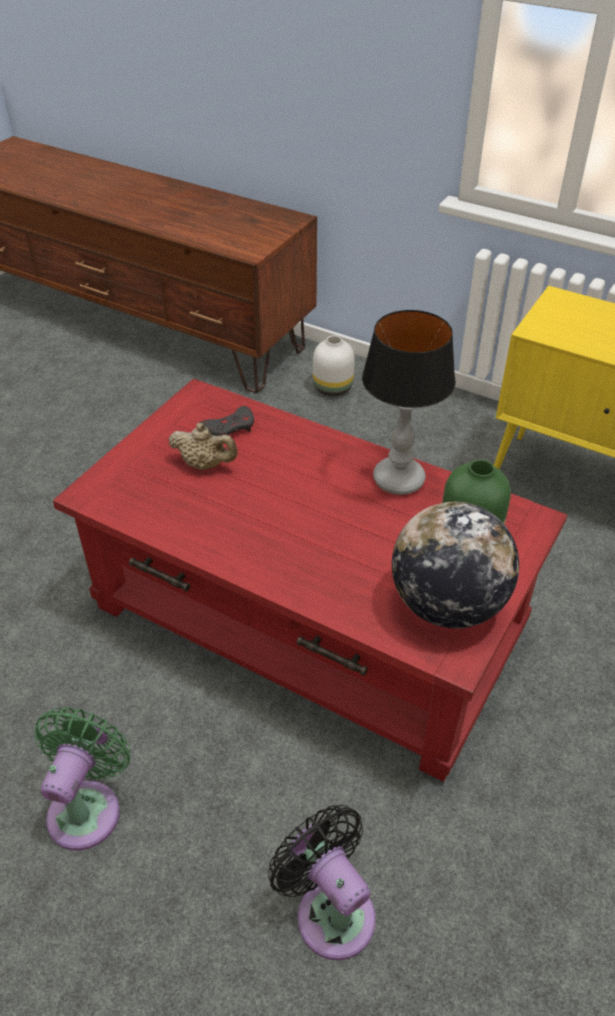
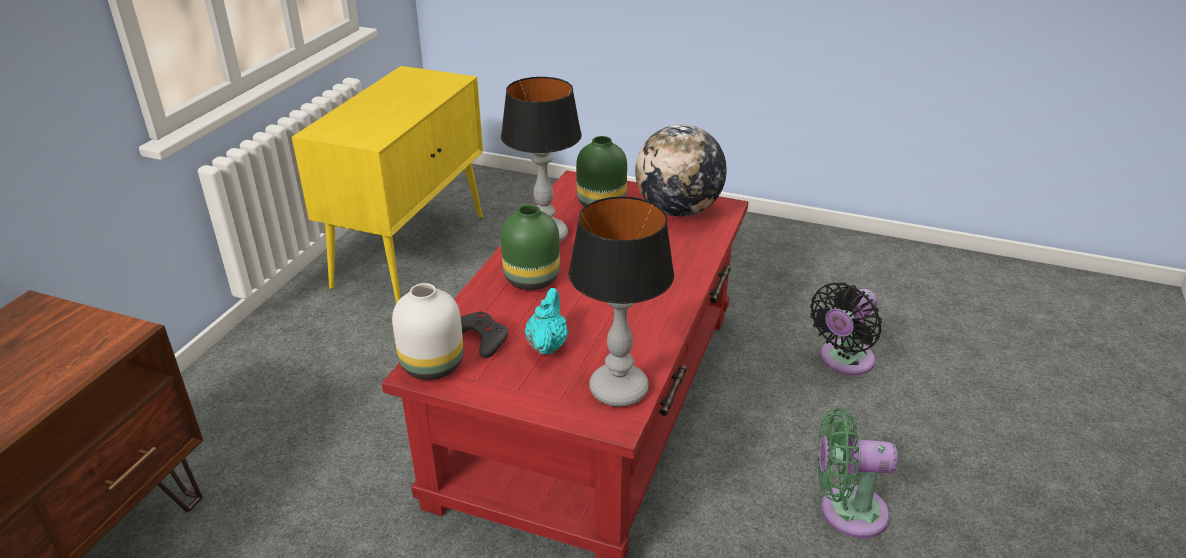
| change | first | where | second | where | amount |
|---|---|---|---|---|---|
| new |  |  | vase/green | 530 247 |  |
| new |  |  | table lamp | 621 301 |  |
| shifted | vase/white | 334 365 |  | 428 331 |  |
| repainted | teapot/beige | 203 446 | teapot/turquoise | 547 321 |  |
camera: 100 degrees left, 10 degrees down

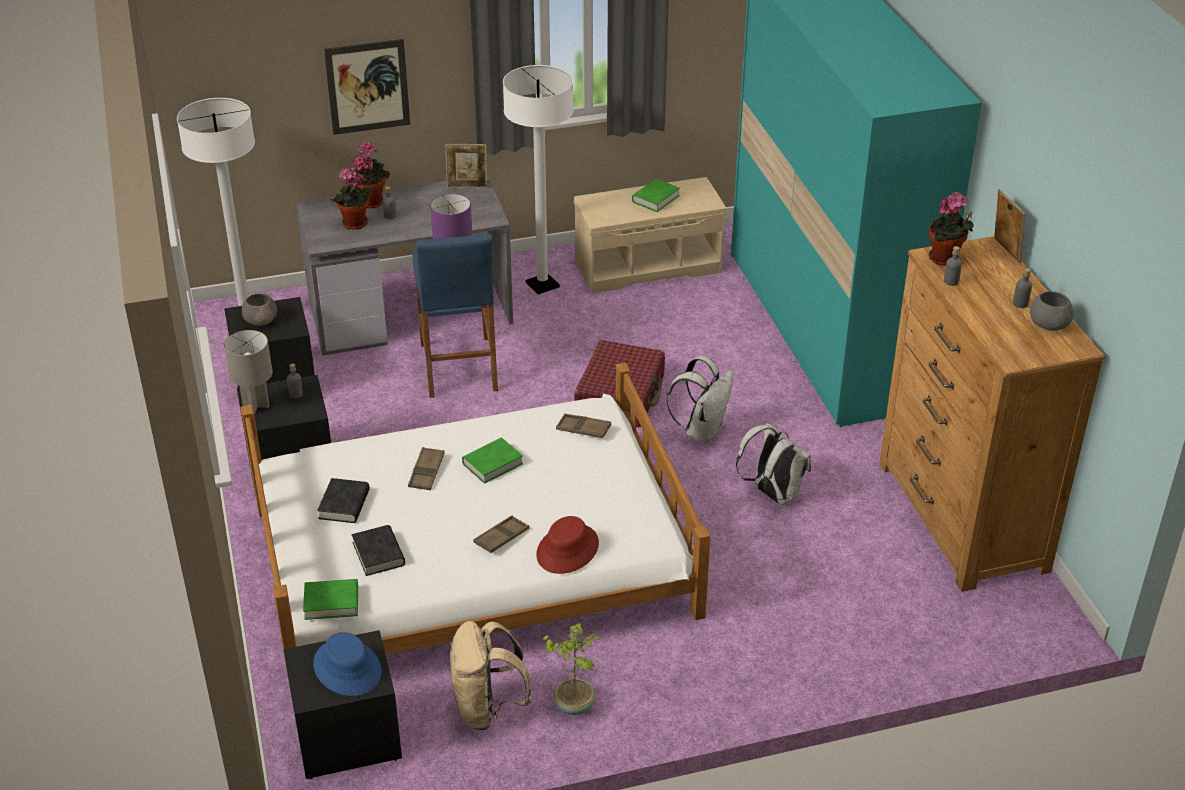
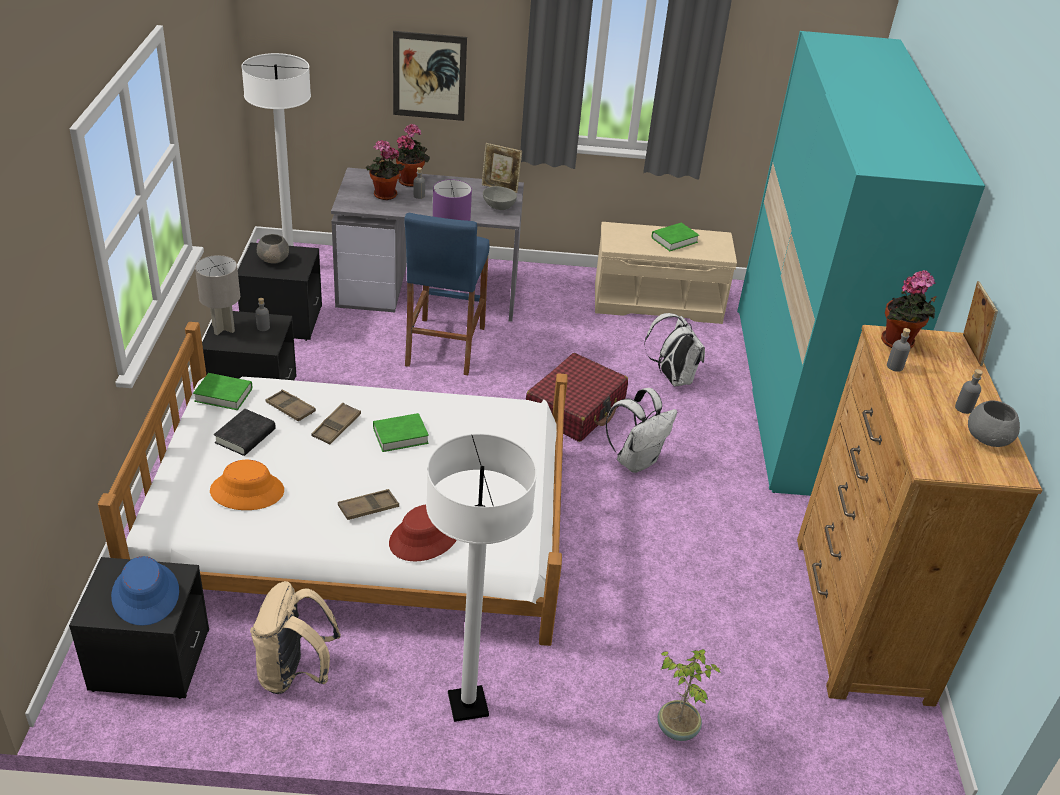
| change | first | where | second | where | amount |
|---|---|---|---|---|---|
| new |  |  | bowl/grey | 500 198 |  |
| shifted | book/green | 330 599 |  | 222 391 |  |
| shifted | floor lamp/white | 538 179 |  | 481 577 |  |
| shifted | potted plant | 571 668 |  | 689 695 |  |
| shifted | tray/brown | 583 425 |  | 290 405 |  |
| shifted | backpack/white | 773 464 |  | 674 349 |  |
| swapped | book/black | 378 550 | hat/orange | 247 485 |  |
camera: 15 degrees right, 0 degrees up

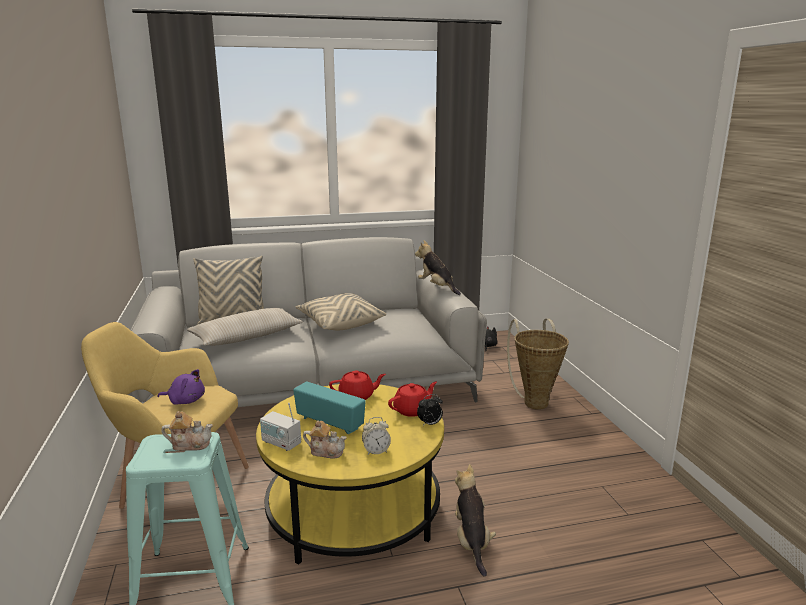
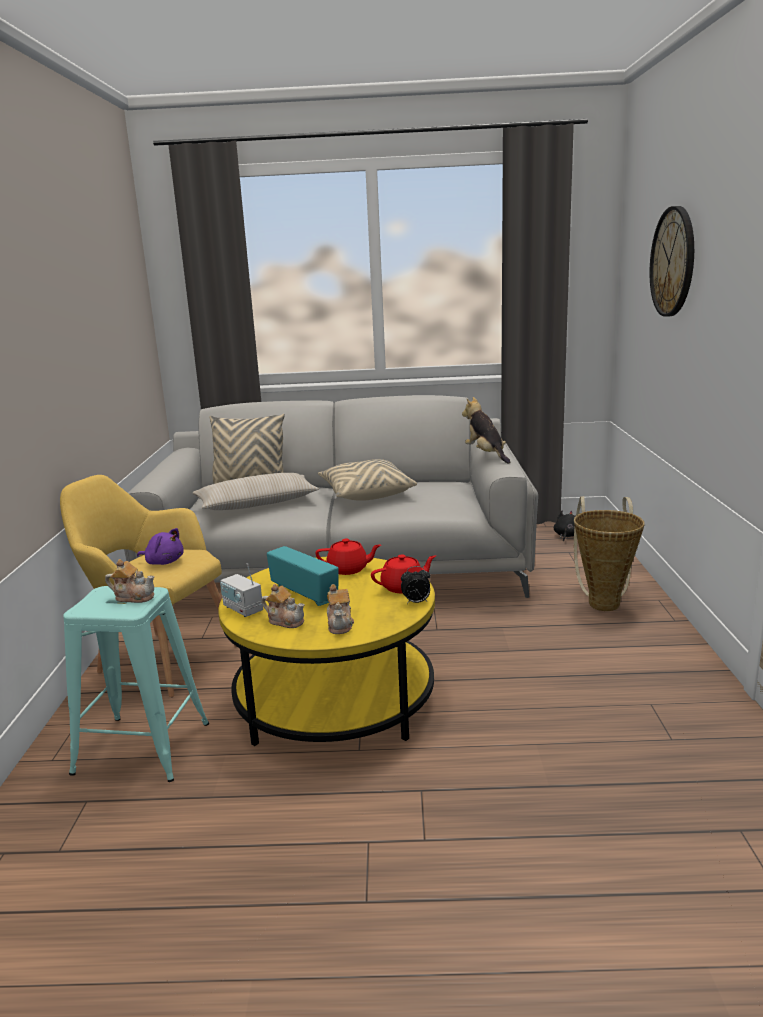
| change | first | where | second | where | amount |
|---|---|---|---|---|---|
| gone | plush toy | 475 520 |  |  |  |
| new |  |  | wall clock | 672 261 |  |
| swapped | alarm clock | 376 435 | teapot | 340 609 |  |
camera: 15 degrees right, 0 degrees up

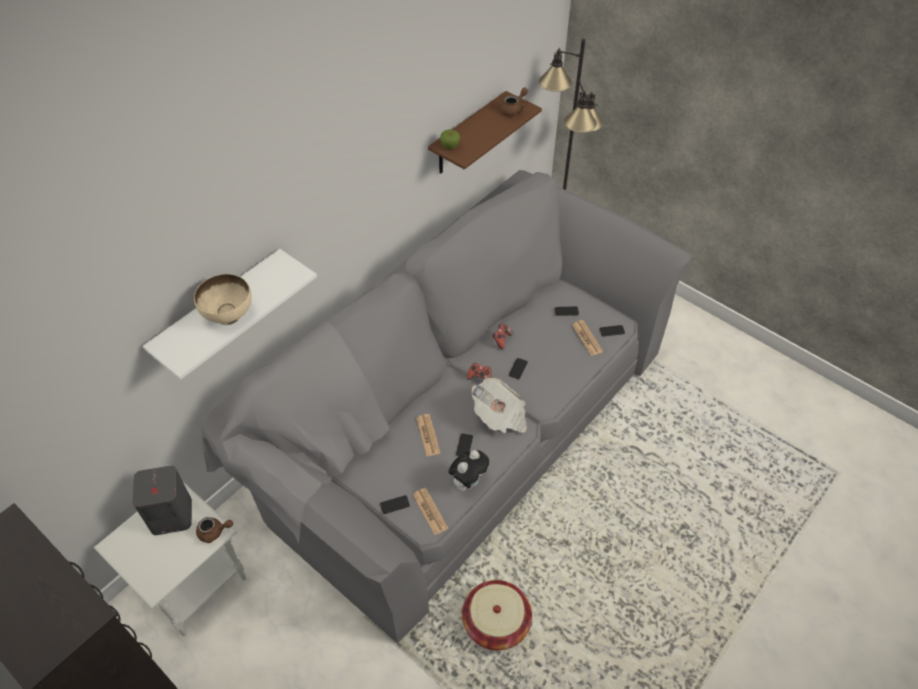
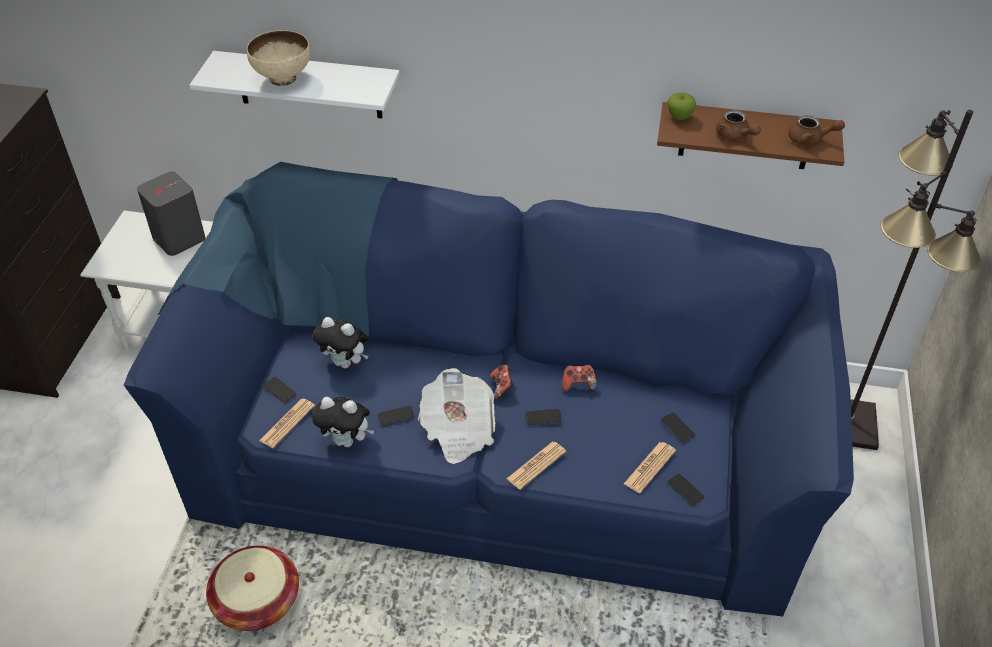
| change | first | where | second | where | amount |
|---|---|---|---|---|---|
| new |  |  | plush toy | 341 342 |  |
| shifted | teapot/brown | 214 530 |  | 738 125 |  |
| shifted | newspaper | 428 435 |  | 536 466 |  |
| repainted | sofa/grey | 447 407 | sofa/blue | 489 389 |  |
camera: 60 degrees right, 5 degrees down

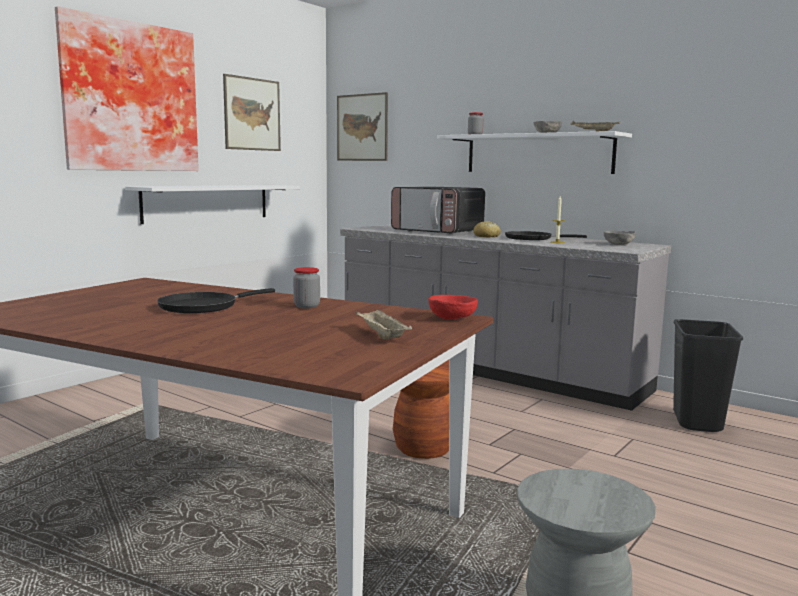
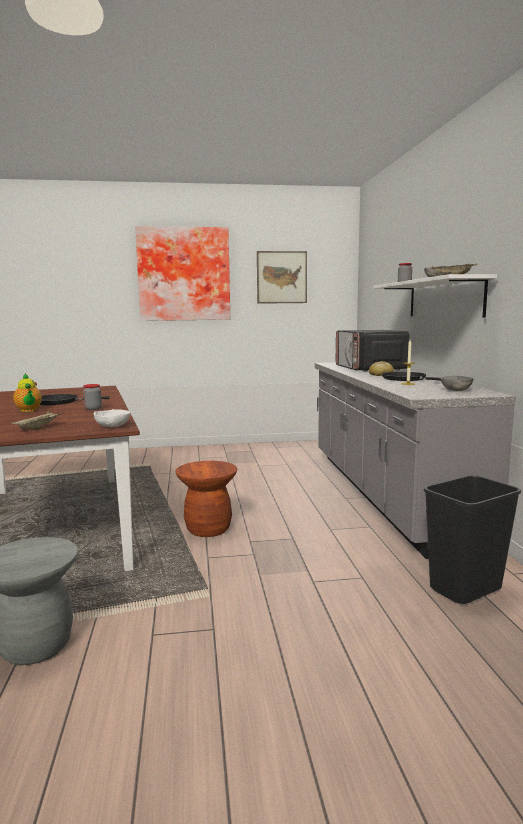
| change | first | where | second | where | amount |
|---|---|---|---|---|---|
| gone | shelf/white | 212 204 |  |  |  |
| gone | picture | 362 126 |  |  |  |
| new |  |  | teapot | 27 392 |  |
| repainted | bowl/red | 453 307 | bowl/white | 112 418 |  |
camera: 45 degrees right, 0 degrees up

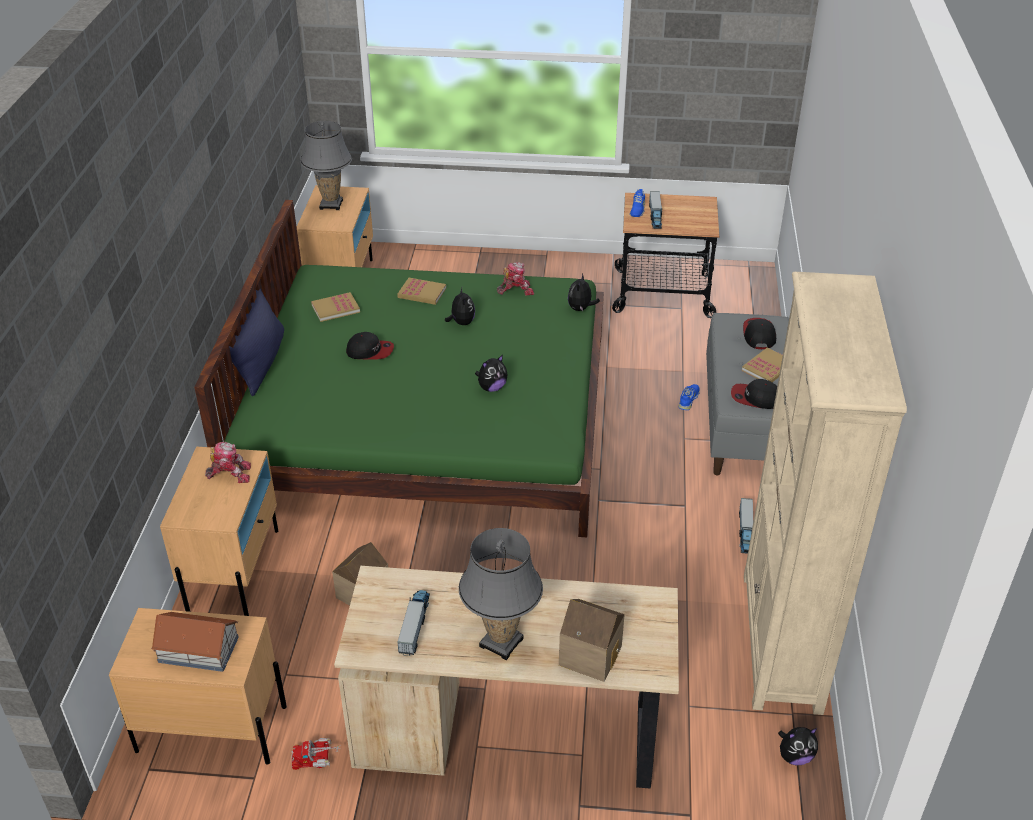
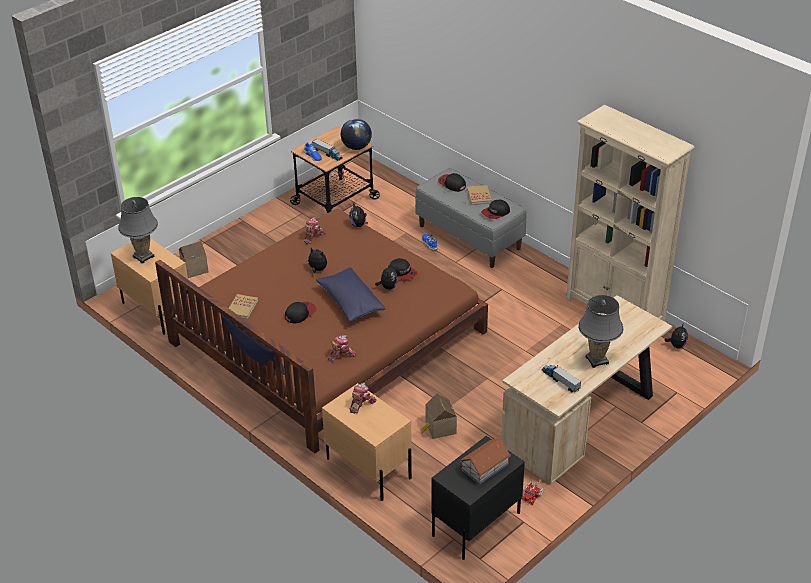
| change | first | where | second | where | amount |
|---|---|---|---|---|---|
| gone | book | 421 291 |  |  |  |
| gone | toy truck | 746 526 |  |  |  |
| new |  |  | pillow/blue | 350 294 |  |
| new |  |  | toy robot | 342 348 |  |
| new |  |  | globe | 356 134 |  |
| new |  |  | cap | 402 269 |  |
| shifted | toy house | 592 640 |  | 194 259 |  |
| repainted | nightstand/beige | 198 686 | nightstand/black | 478 498 |  |
| repainted | bed/green | 399 368 | bed/brown | 321 331 |  |
camera: 50 degrees left, 0 degrees up

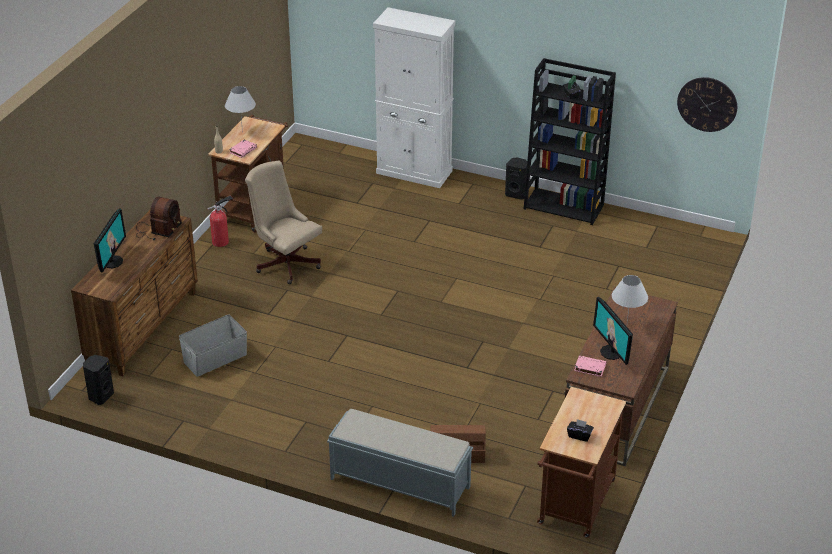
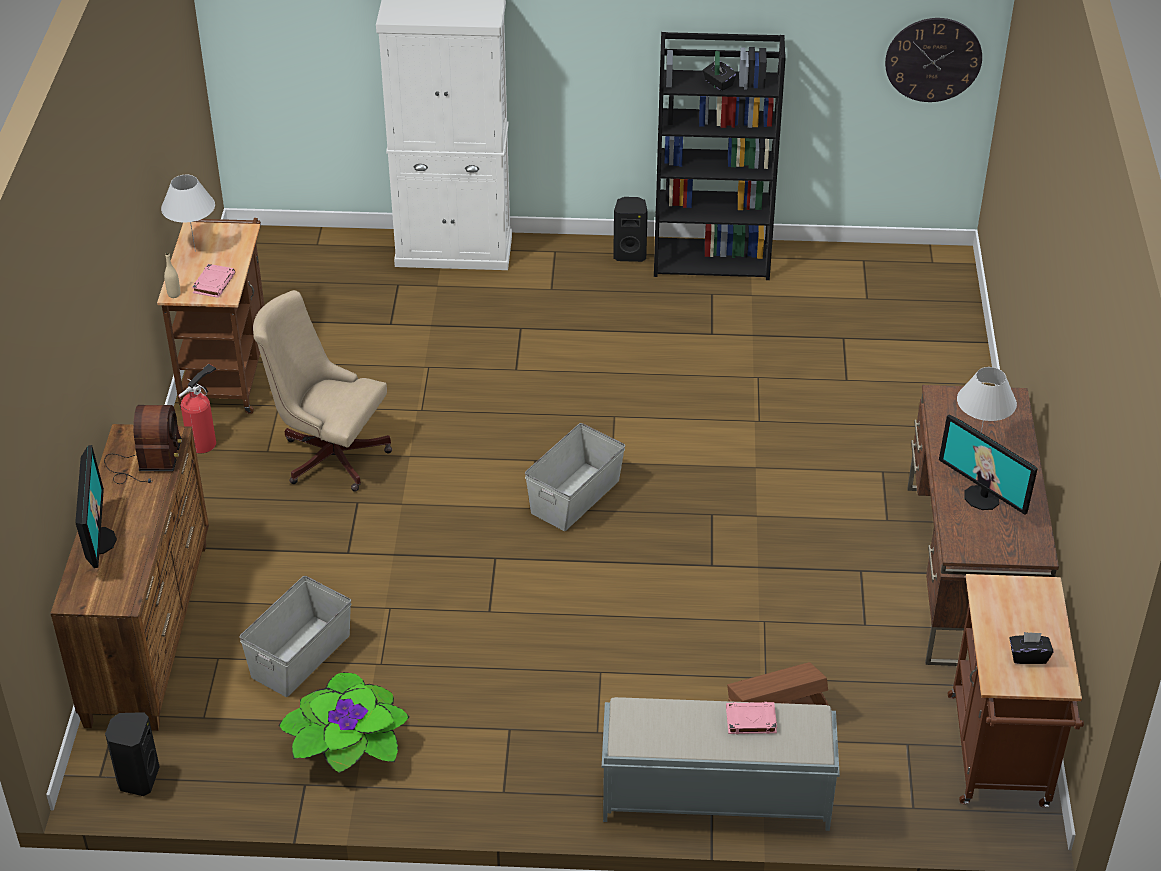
| change | first | where | second | where | amount |
|---|---|---|---|---|---|
| new |  |  | potted plant | 344 722 |  |
| new |  |  | storage box/grey | 575 477 |  |
| shifted | book/pink | 590 366 |  | 751 718 |  |
camera: 20 degrees left, 5 degrees up

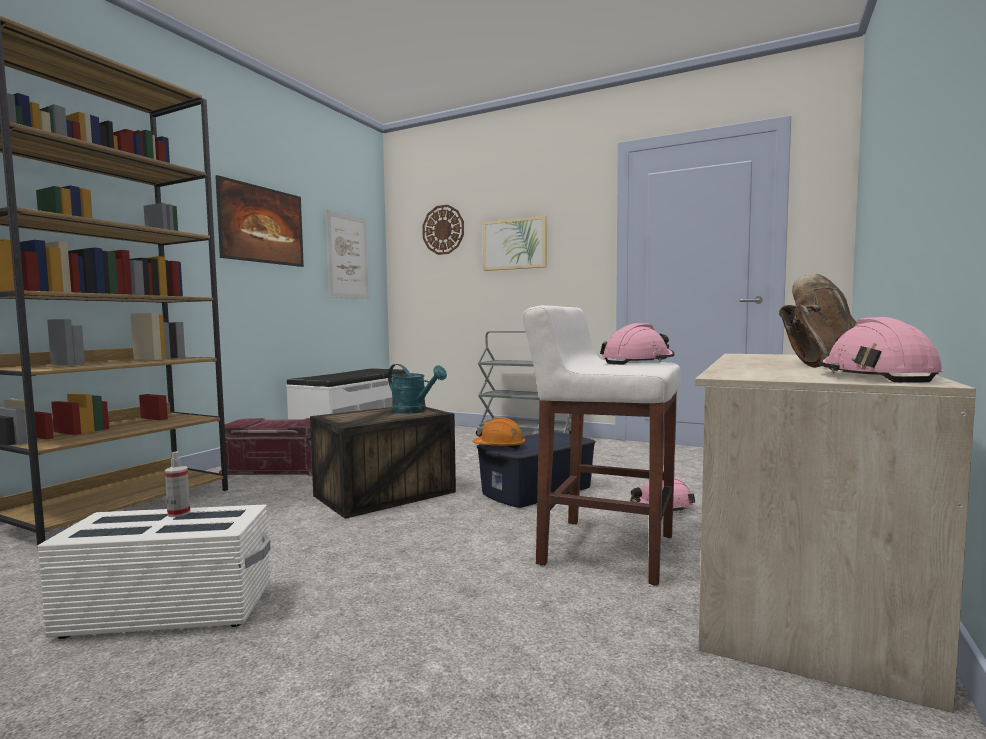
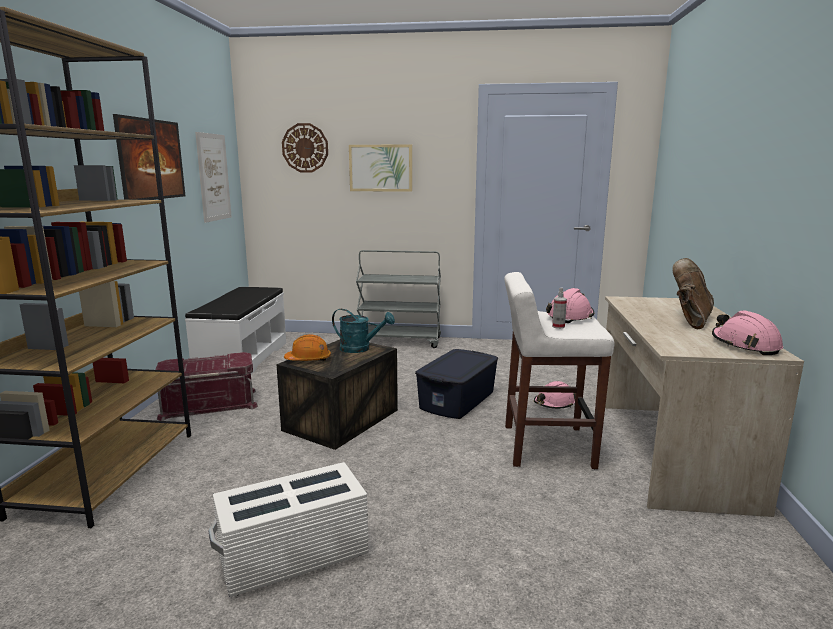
| change | first | where | second | where | amount |
|---|---|---|---|---|---|
| shifted | spray bottle | 177 484 |  | 559 308 |  |
| shifted | hard hat/orange | 498 433 |  | 307 347 |  |
camera: 20 degrees left, 10 degrees up

